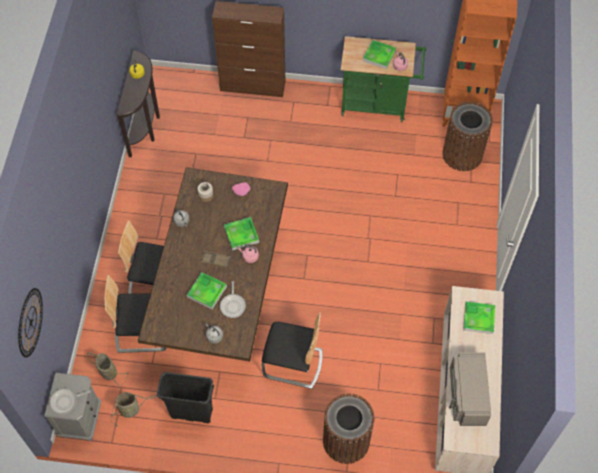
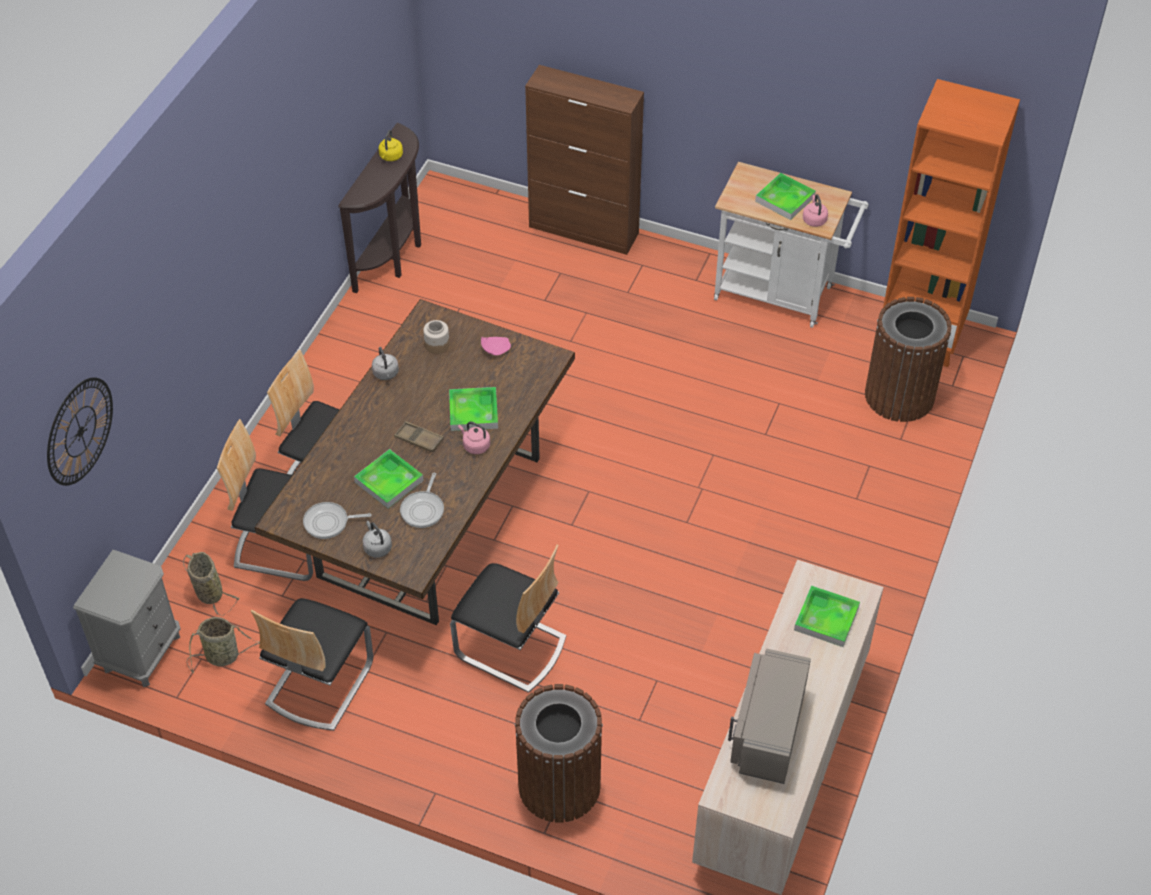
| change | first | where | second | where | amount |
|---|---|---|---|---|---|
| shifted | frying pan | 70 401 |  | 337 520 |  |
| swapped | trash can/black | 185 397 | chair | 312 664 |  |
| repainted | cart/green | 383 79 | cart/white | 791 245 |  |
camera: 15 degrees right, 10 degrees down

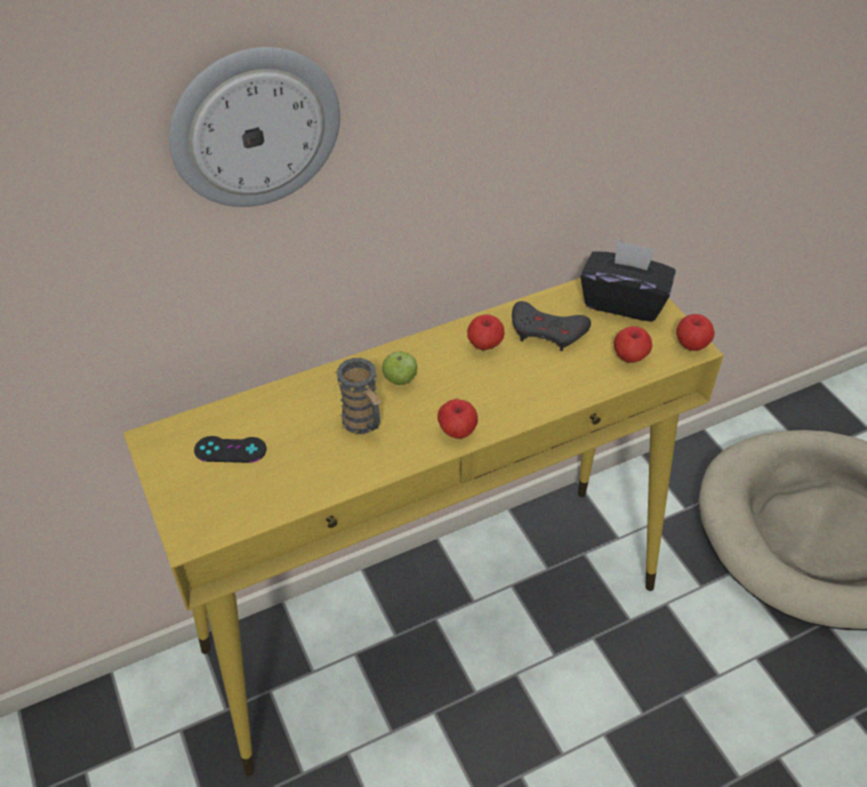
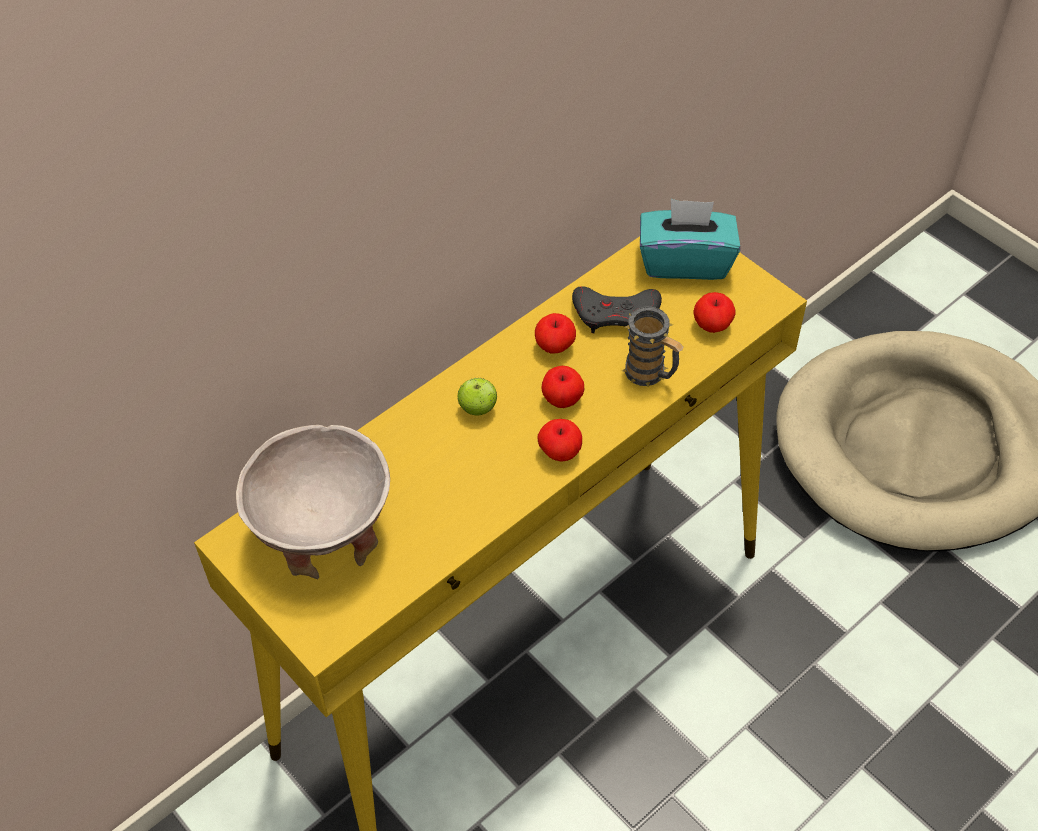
| change | first | where | second | where | amount |
|---|---|---|---|---|---|
| gone | wall clock | 254 127 |  |  |  |
| shifted | mug | 357 396 |  | 653 346 |  |
| shifted | apple | 695 332 |  | 562 387 |  |
| swapped | game controller/black | 230 449 | bowl/beige | 313 502 |  |
| repainted | tissue box/black | 628 280 | tissue box/turquoise | 690 239 |  |
camera: 15 degrees left, 5 degrees up

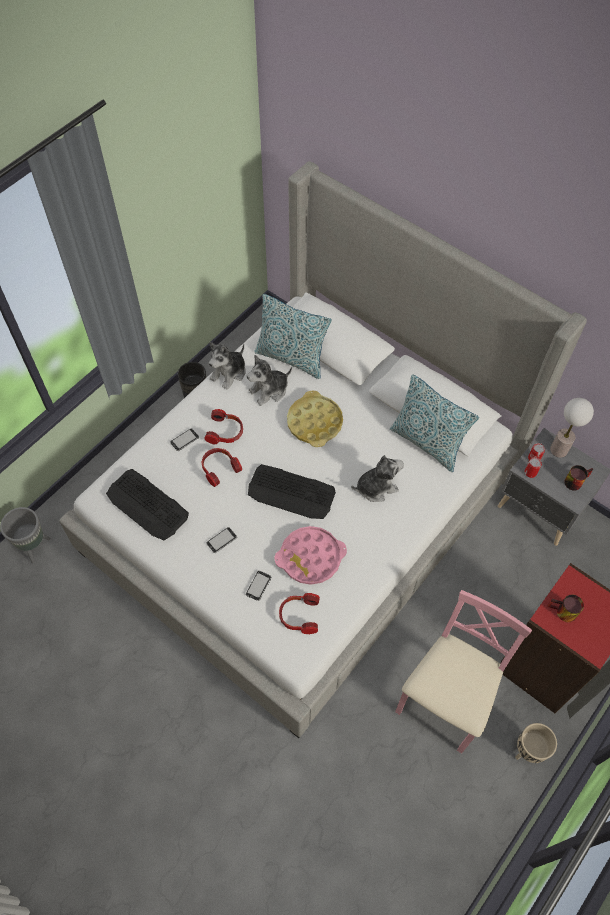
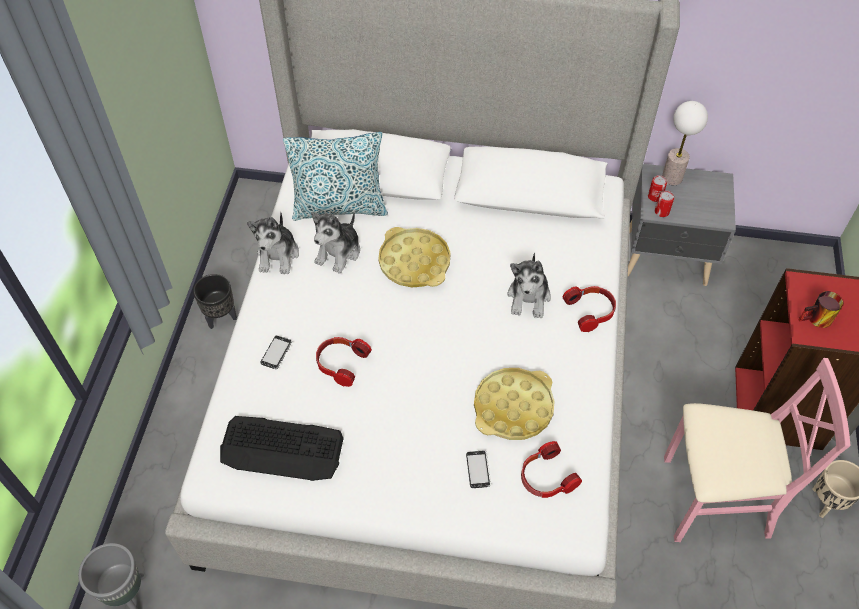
| change | first | where | second | where | amount |
|---|---|---|---|---|---|
| gone | phone | 222 540 |  |  |  |
| gone | keyboard | 292 491 |  |  |  |
| gone | pillow | 434 423 |  |  |  |
| gone | mug | 578 478 |  |  |  |
| shifted | headphones | 223 427 |  | 589 309 |  |
| repainted | tray/pink | 310 555 | tray/yellow | 514 404 |  |
| rotated | plush toy | 377 478 |  | 529 285 | 150 degrees clockwise |
| rotated | chair/pink | 463 671 |  | 757 450 | 90 degrees clockwise |
camera: 30 degrees left, 5 degrees down

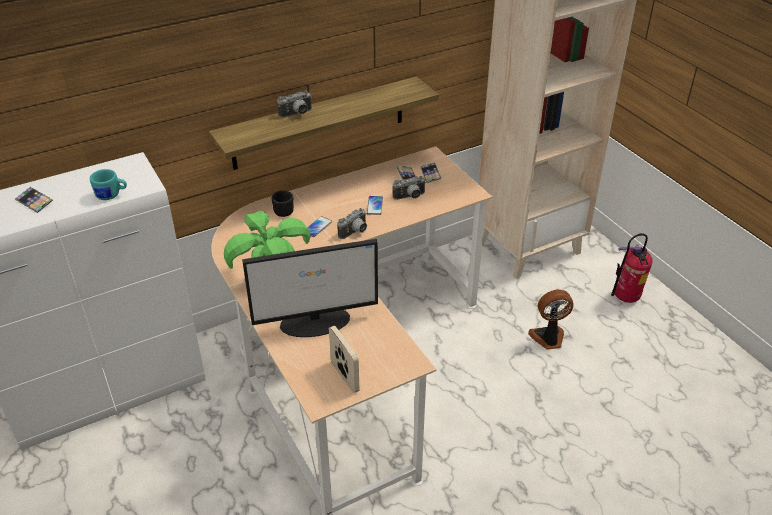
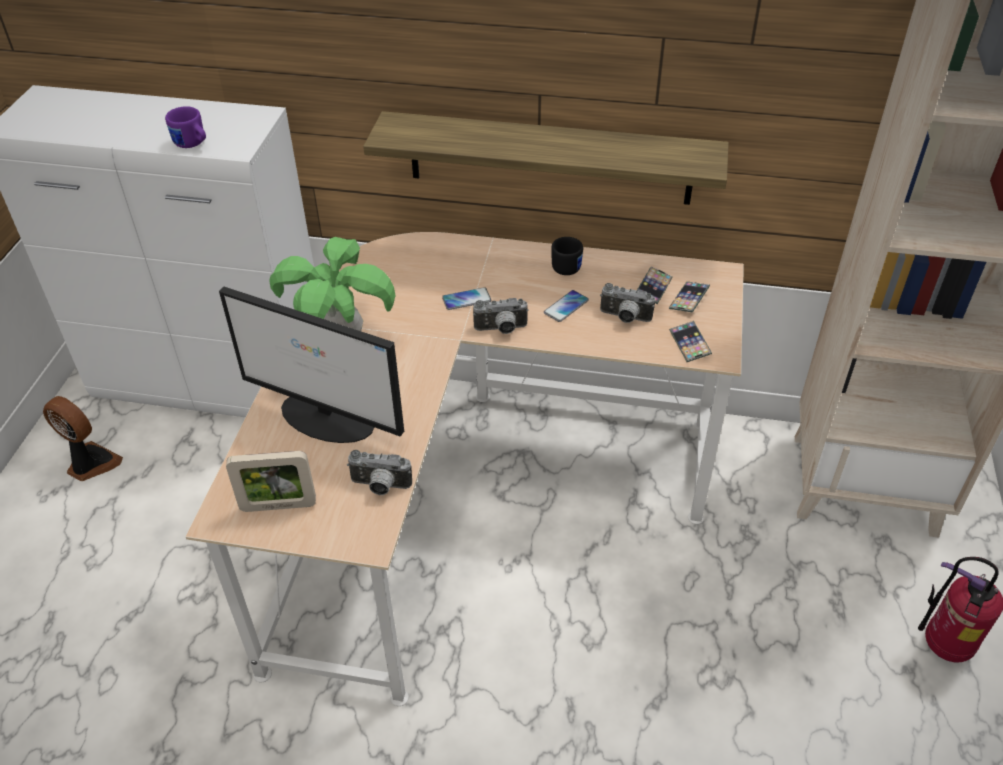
| change | first | where | second | where | amount |
|---|---|---|---|---|---|
| shifted | phone | 34 200 |  | 690 341 |  |
| shifted | mug/black | 283 204 |  | 567 256 |  |
| shifted | photo camera | 294 104 |  | 379 472 |  |
| shifted | fan | 550 320 |  | 83 438 |  |
| repainted | mug/turquoise | 108 184 | mug/purple | 185 127 |  |
| rotated | picture frame | 344 359 |  | 271 481 | 75 degrees clockwise |
camera: 40 degrees right, 5 degrees up

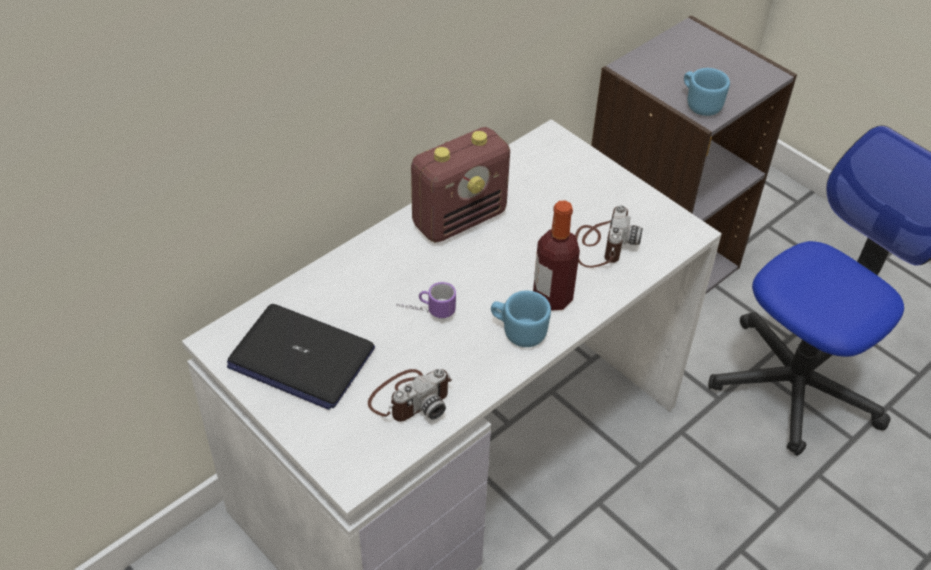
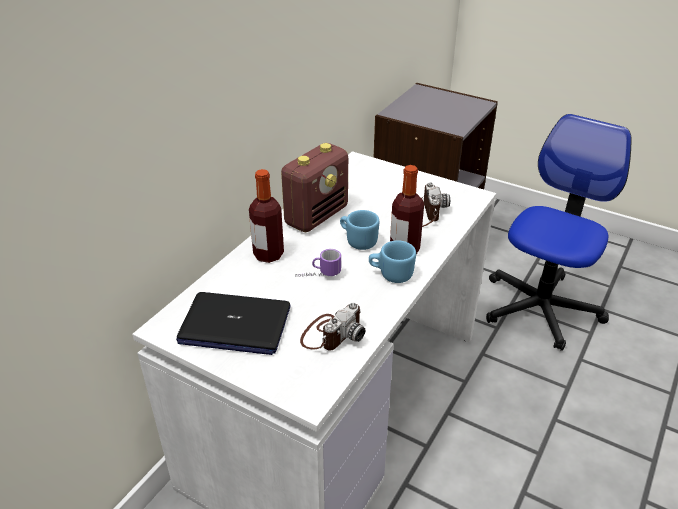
| change | first | where | second | where | amount |
|---|---|---|---|---|---|
| new |  |  | bottle | 266 216 |  |
| shifted | mug/blue | 707 92 |  | 359 230 |  |
camera: 15 degrees left, 10 degrees down

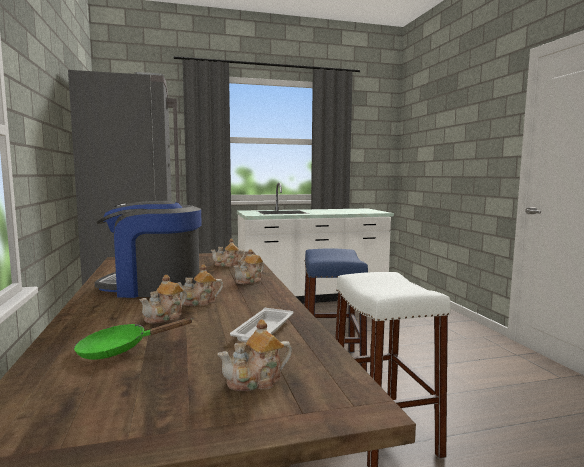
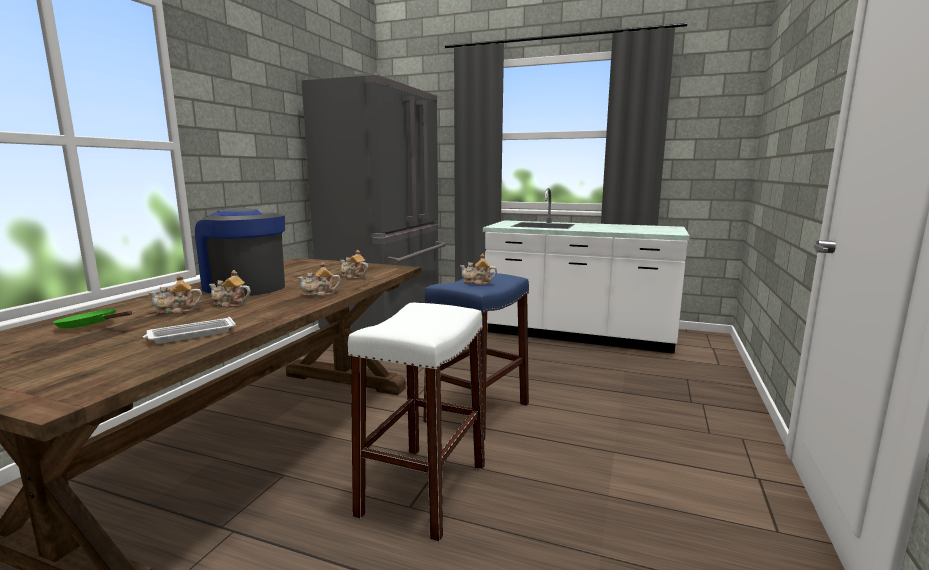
| change | first | where | second | where | amount |
|---|---|---|---|---|---|
| shifted | teapot | 254 355 |  | 478 269 |  |
camera: 35 degrees right, 5 degrees up

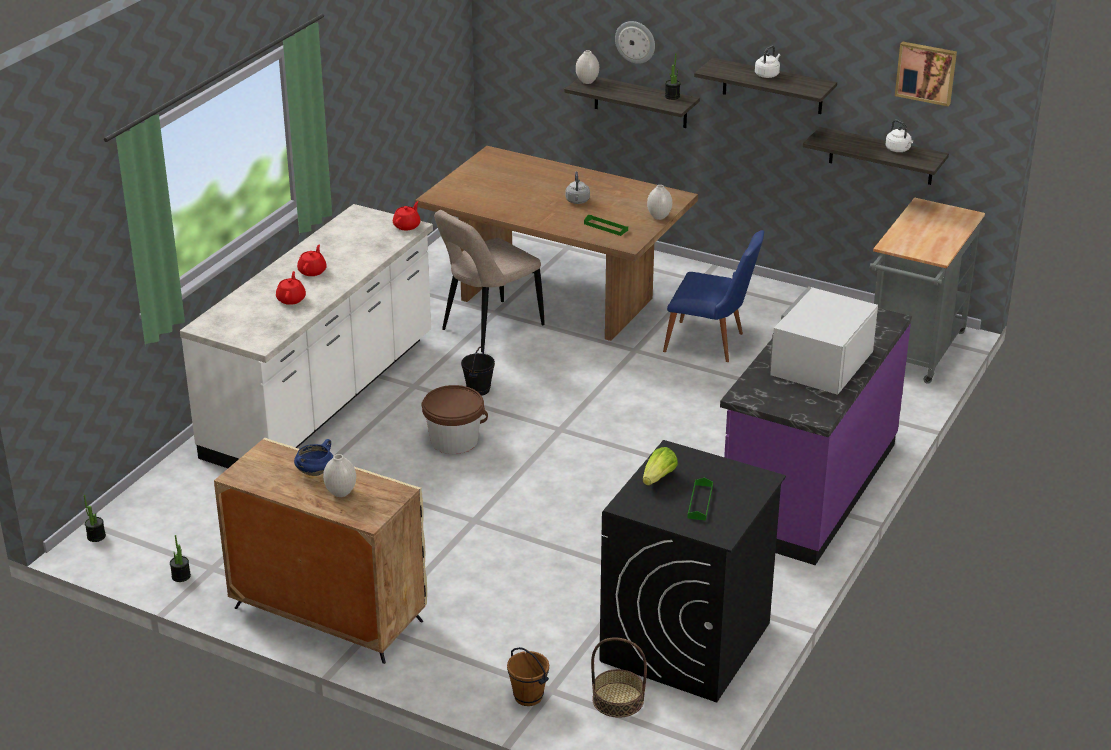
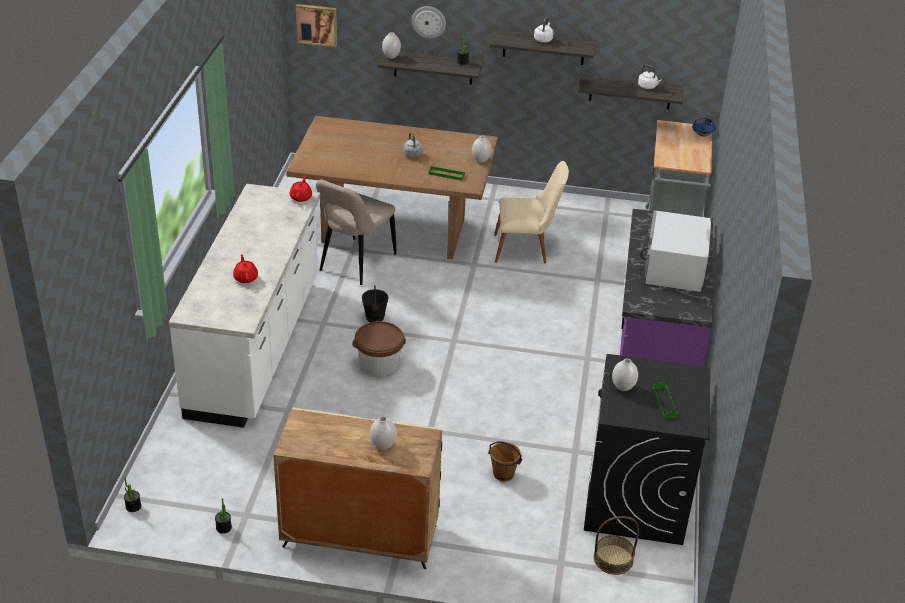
| change | first | where | second | where | amount |
|---|---|---|---|---|---|
| gone | teapot/red | 312 260 |  |  |  |
| shifted | cooking pot/blue | 313 457 |  | 704 125 |  |
| shifted | bucket/brown | 528 676 |  | 505 461 |  |
| shifted | picture | 926 73 |  | 316 25 |  |
| swapped | lettuce | 660 466 | vase/white | 625 375 |  |
| repainted | chair/blue | 713 296 | chair/beige | 531 212 |  |
camera: 20 degrees left, 5 degrees up

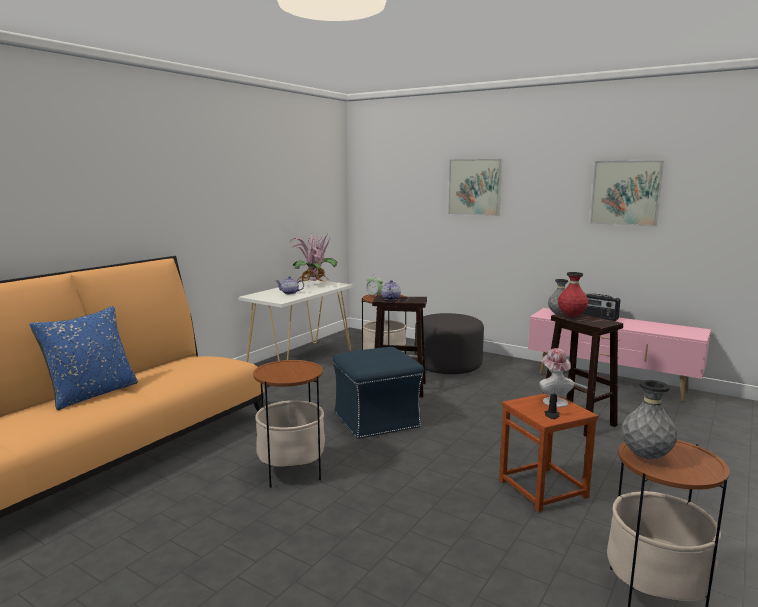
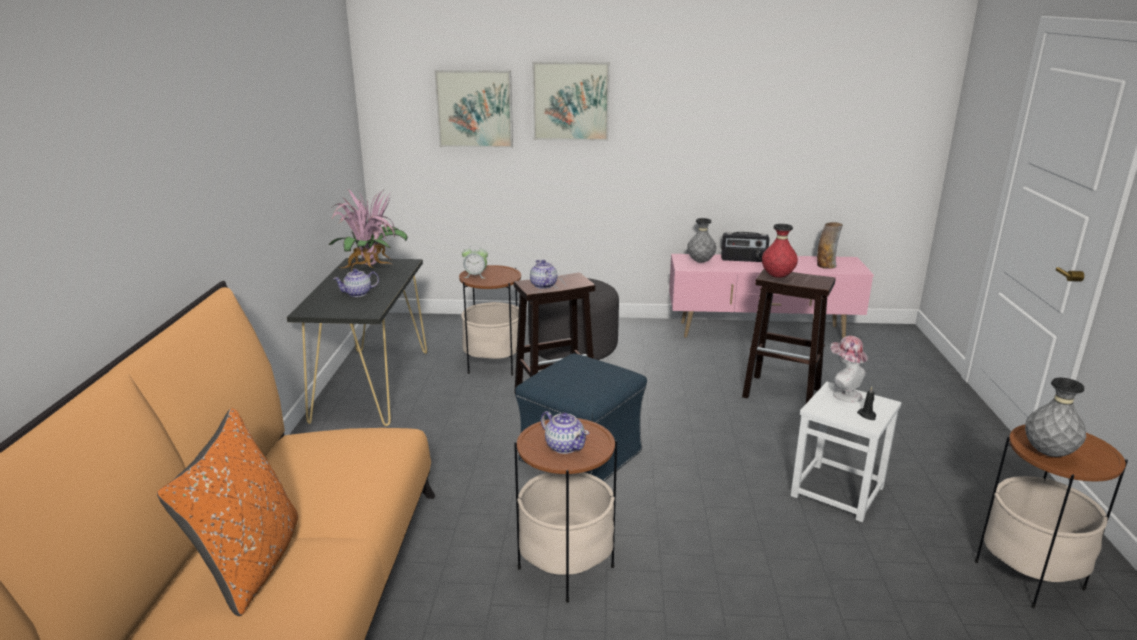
| change | first | where | second | where | amount |
|---|---|---|---|---|---|
| new |  |  | teapot | 565 432 |  |
| new |  |  | vase | 830 245 |  |
| shifted | picture | 627 193 |  | 473 109 |  |
| repainted | pillow/blue | 84 358 | pillow/orange | 227 512 |  |
| repainted | console table/white | 295 321 | console table/black | 357 342 |  |
| repainted | stool/brown | 548 453 | stool/white | 845 452 |  |
camera: 30 degrees left, 10 degrees up

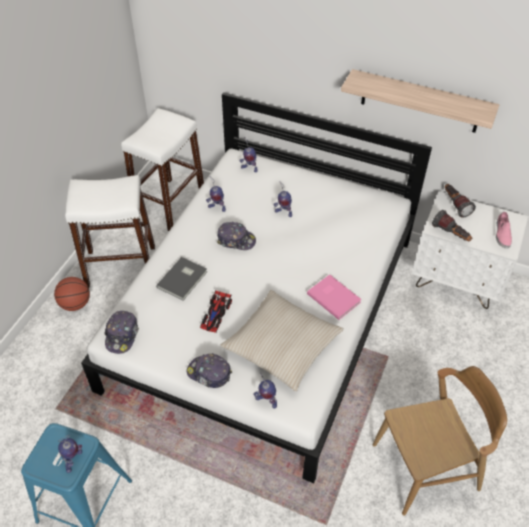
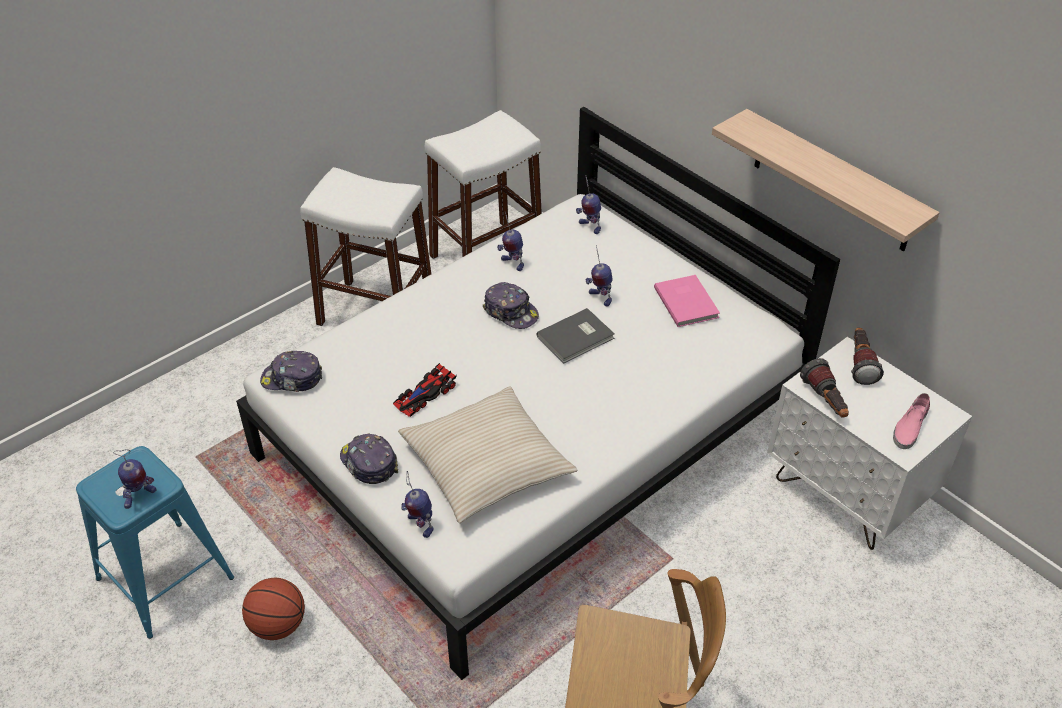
| change | first | where | second | where | amount |
|---|---|---|---|---|---|
| shifted | basketball | 72 294 |  | 273 609 |  |
| shifted | book/grey | 181 279 |  | 576 335 |  |
| shifted | book/pink | 334 297 |  | 687 301 |  |
| rotated | cap | 122 332 |  | 291 371 | 60 degrees clockwise |
camera: 25 degrees right, 5 degrees down

